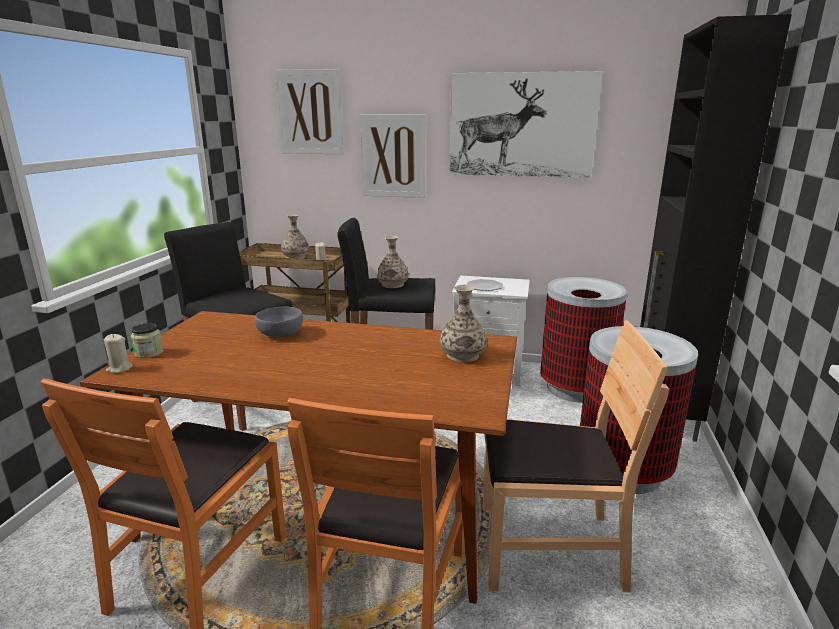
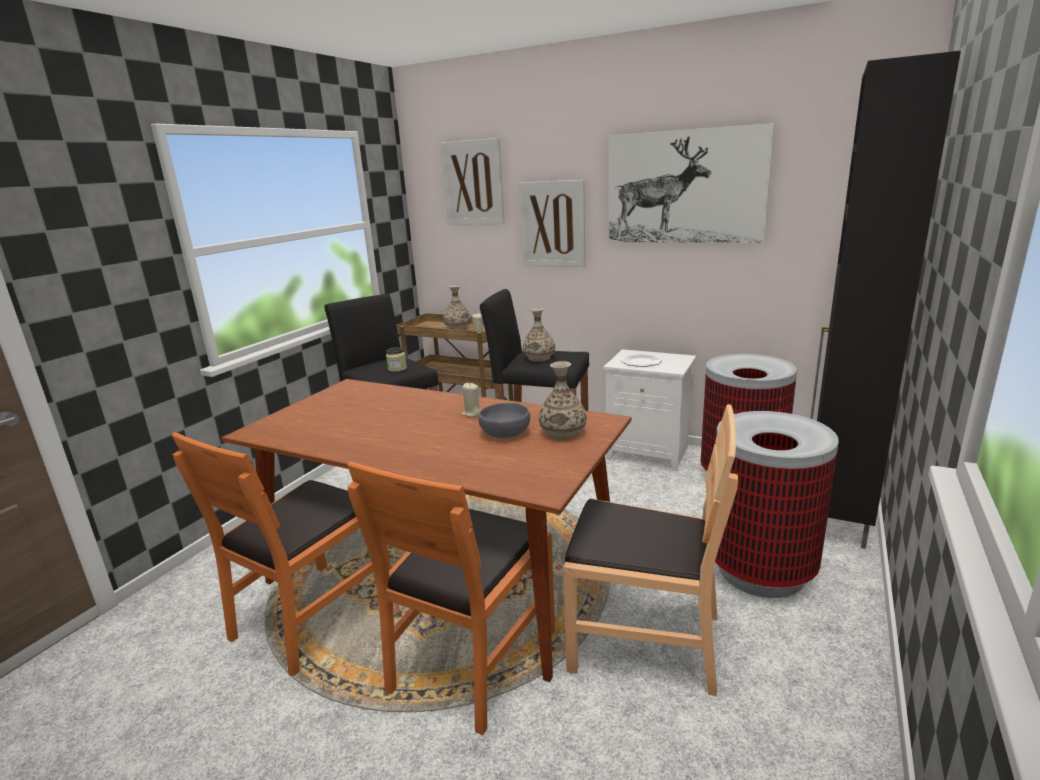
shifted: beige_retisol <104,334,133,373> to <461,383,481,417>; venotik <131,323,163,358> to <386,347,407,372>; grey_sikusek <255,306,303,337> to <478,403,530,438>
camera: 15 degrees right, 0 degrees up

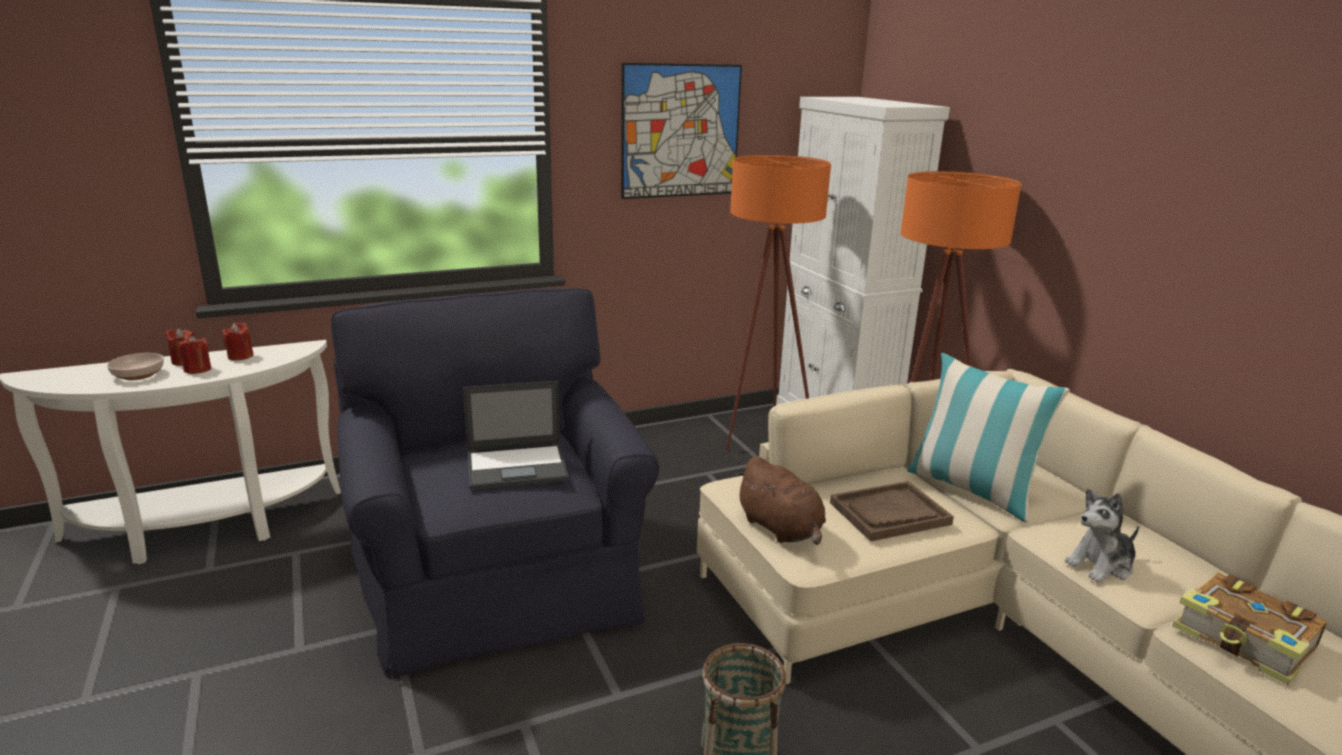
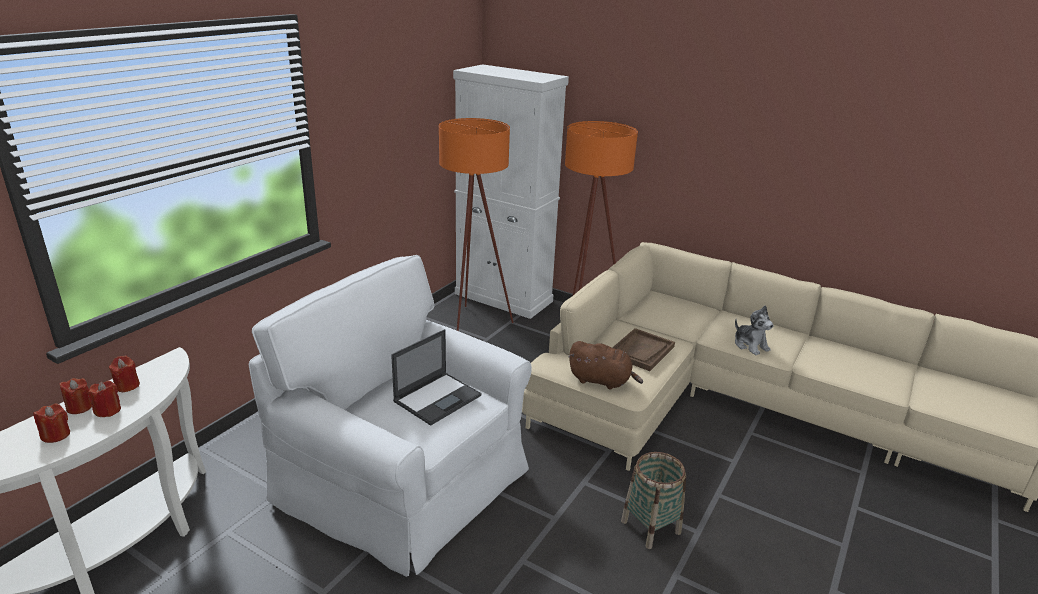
gone: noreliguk <621,63,742,199>; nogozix <907,353,1070,523>; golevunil <1172,572,1327,685>
swapped: sikusek <107,353,164,380> to red_retisol <33,403,70,443>
repainted: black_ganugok <331,288,659,677> to white_ganugok <249,255,532,577>
rotated: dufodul <1065,489,1139,582> = <735,305,774,355> 60 degrees counterclockwise
camera: 35 degrees left, 5 degrees up

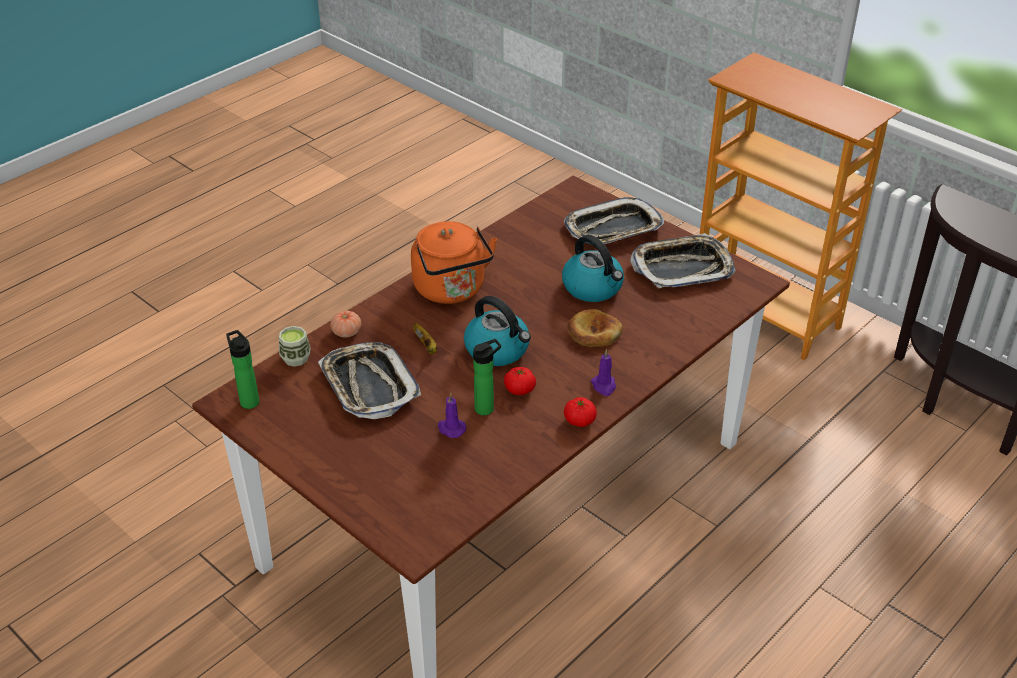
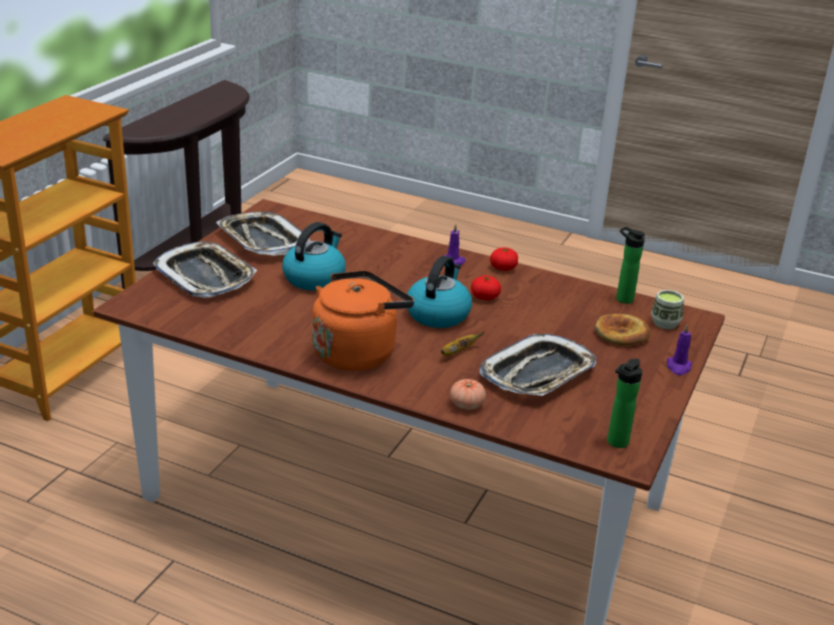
shifted: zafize <279,326,311,367> to <651,290,684,330>; purple_retisol <438,392,466,438> to <667,324,692,375>; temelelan <473,339,501,415> to <616,227,645,304>; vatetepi <568,309,623,347> to <595,314,651,346>
camera: 110 degrees left, 10 degrees down

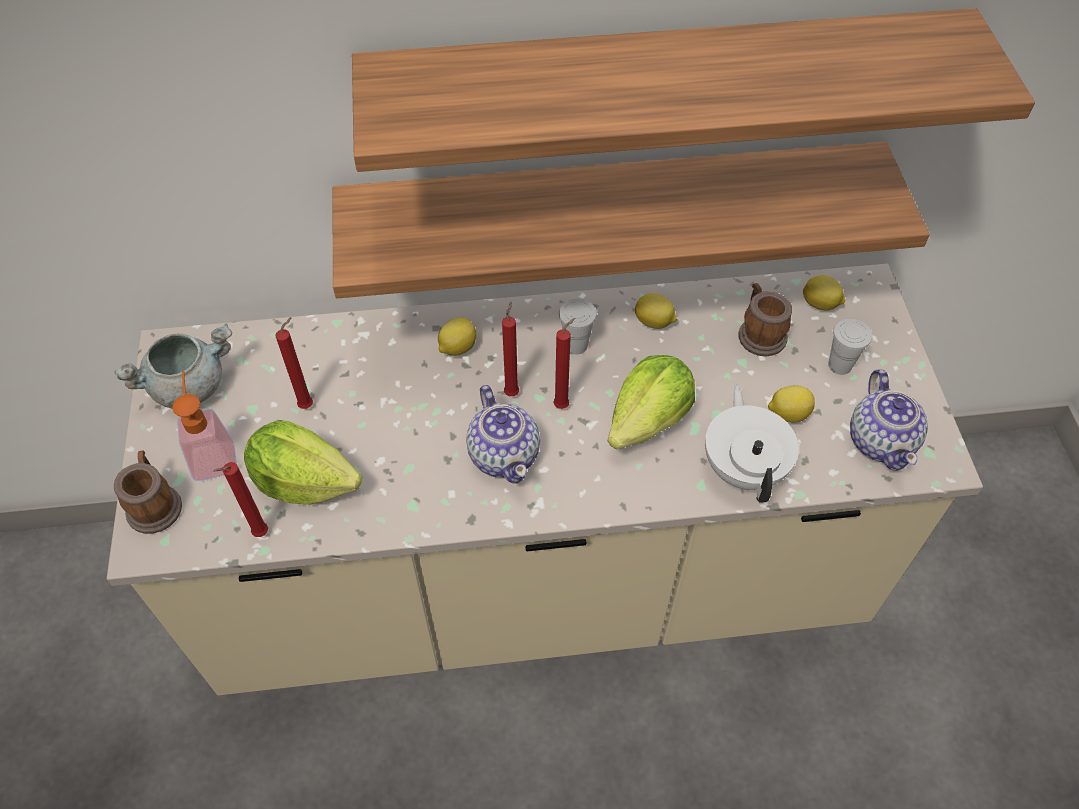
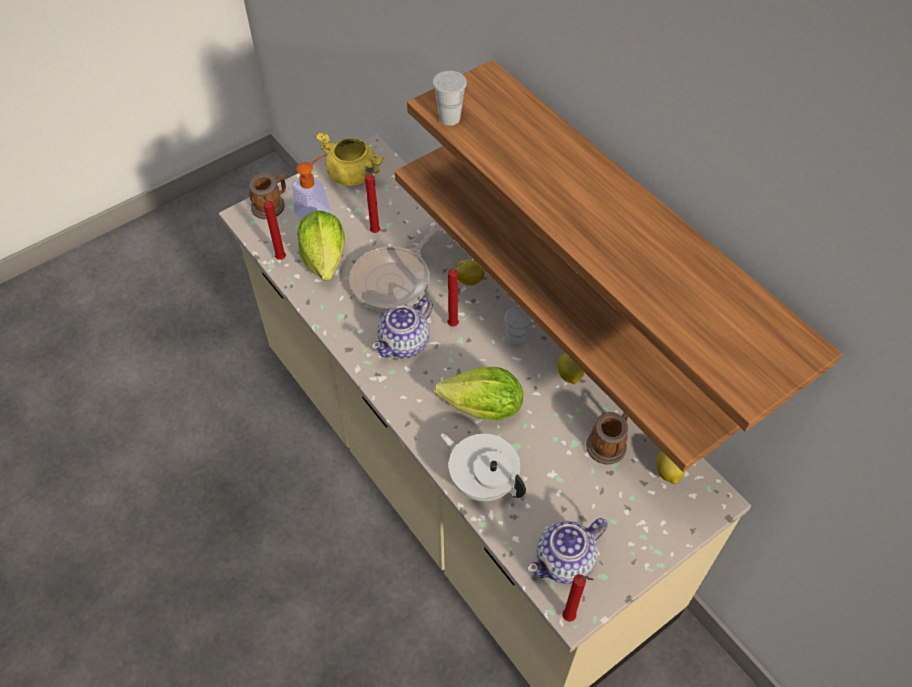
gone: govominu <768,386,815,423>
new: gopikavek <349,225,440,312>
shifted: red_retisol <553,318,575,409> to <562,574,594,622>; white_zafize <828,319,872,375> to <433,71,467,126>
repainted: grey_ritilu <114,324,232,409> to yellow_ritilu <316,133,384,186>
rotated: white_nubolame <705,385,799,503> = <441,433,526,501> 105 degrees counterclockwise
camera: 60 degrees right, 0 degrees up

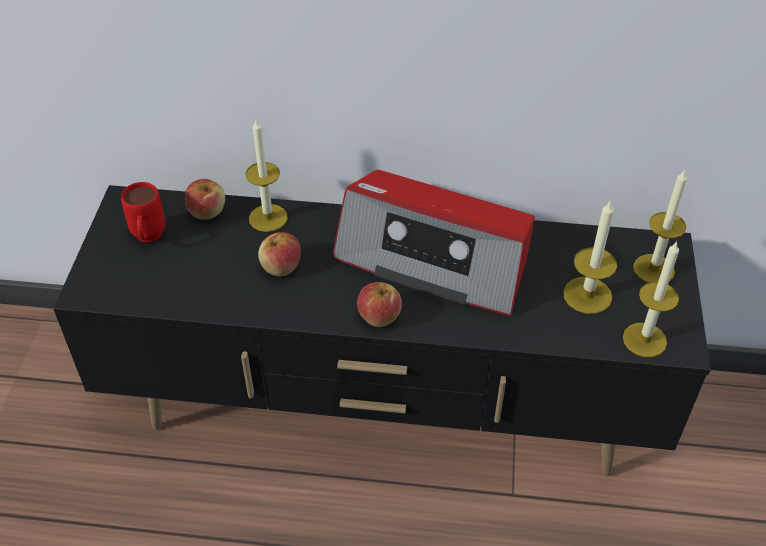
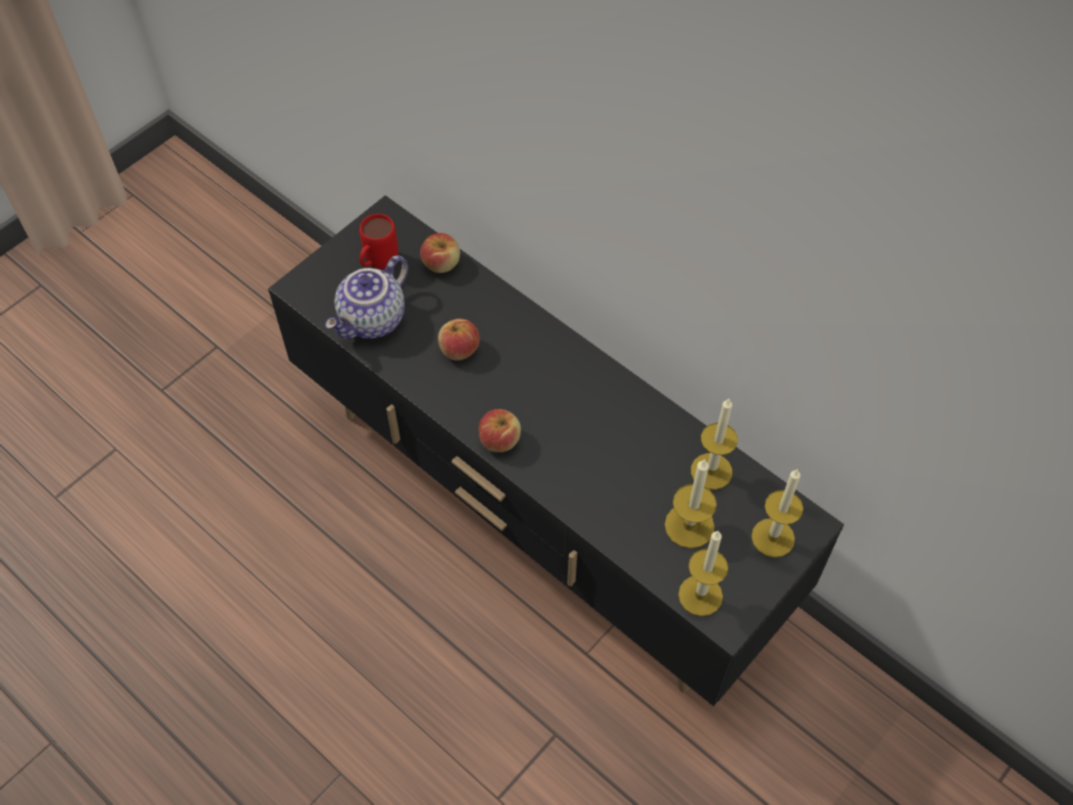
gone: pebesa <332,170,535,316>
new: nubolame <325,255,408,339>
shifted: retisol <246,119,288,232> to <691,399,738,490>
camera: 35 degrees right, 10 degrees up

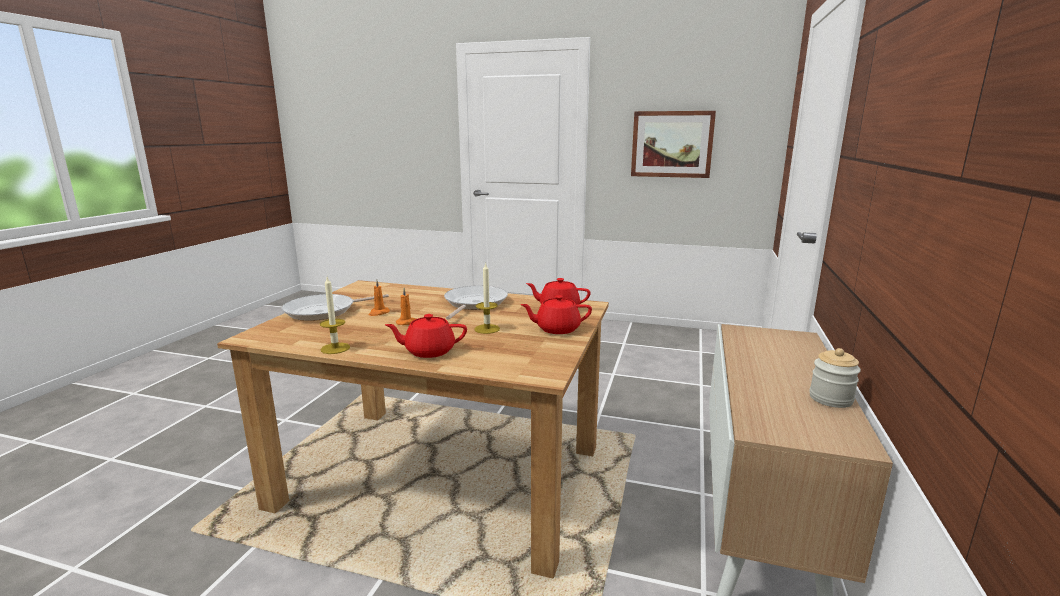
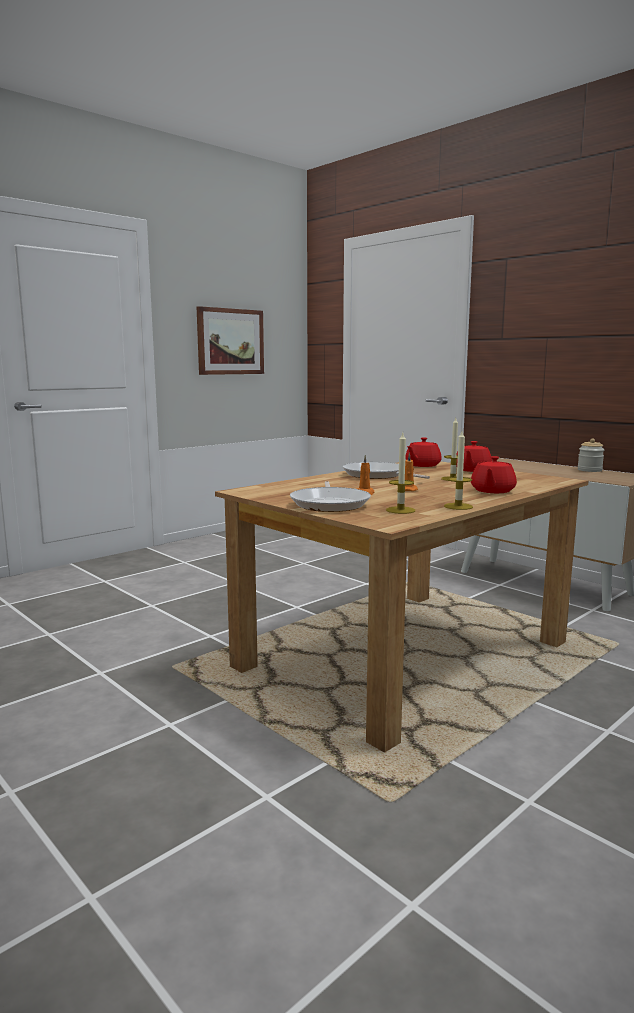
new: retisol <386,433,415,514>
camera: 60 degrees left, 5 degrees down

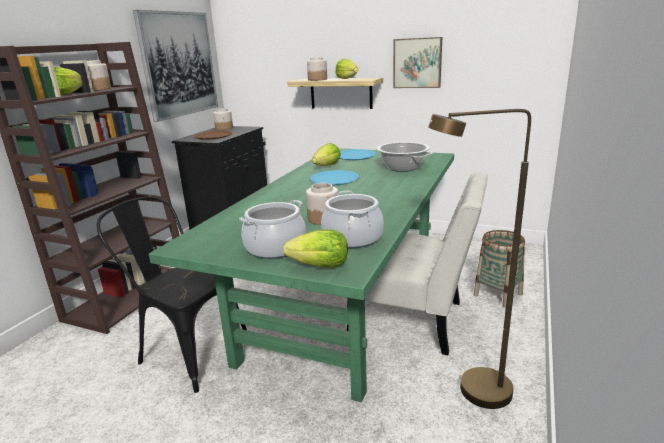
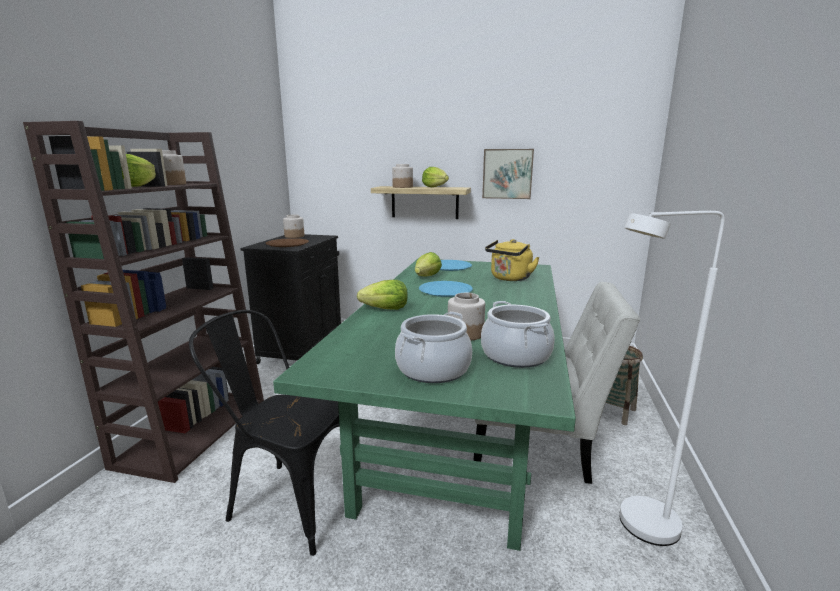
gone: noreliguk <133,10,218,122>
shifted: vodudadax <283,230,348,268> to <357,280,408,310>
swapped: ritilu <375,142,433,172> to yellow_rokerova <485,239,540,281>
repainted: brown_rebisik <428,109,531,409> to white_rebisik <619,211,725,546>
camera: 10 degrees left, 5 degrees down

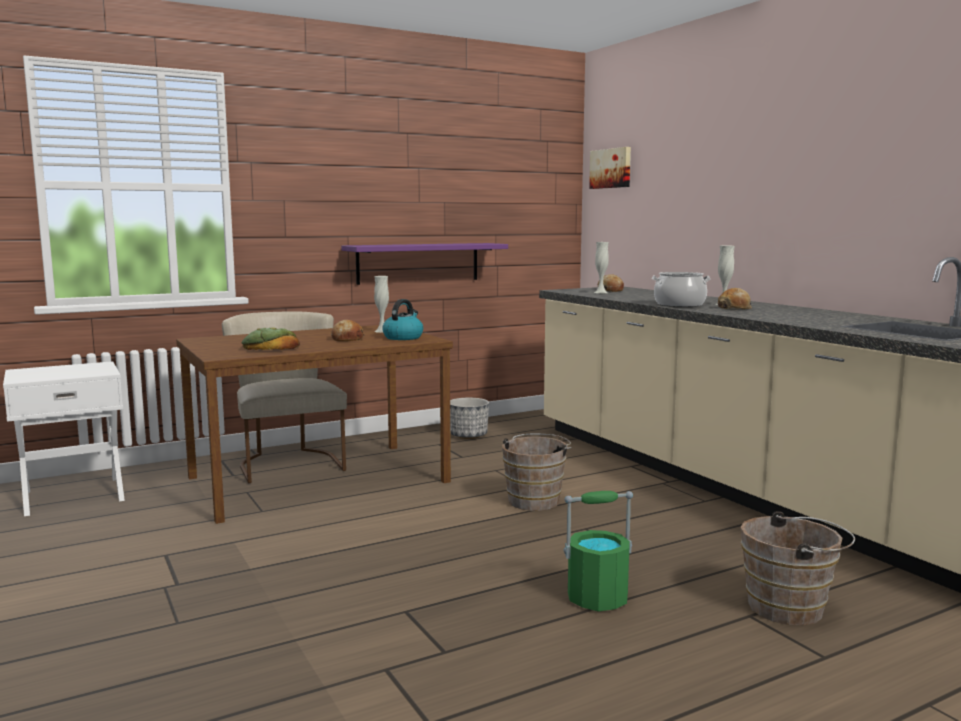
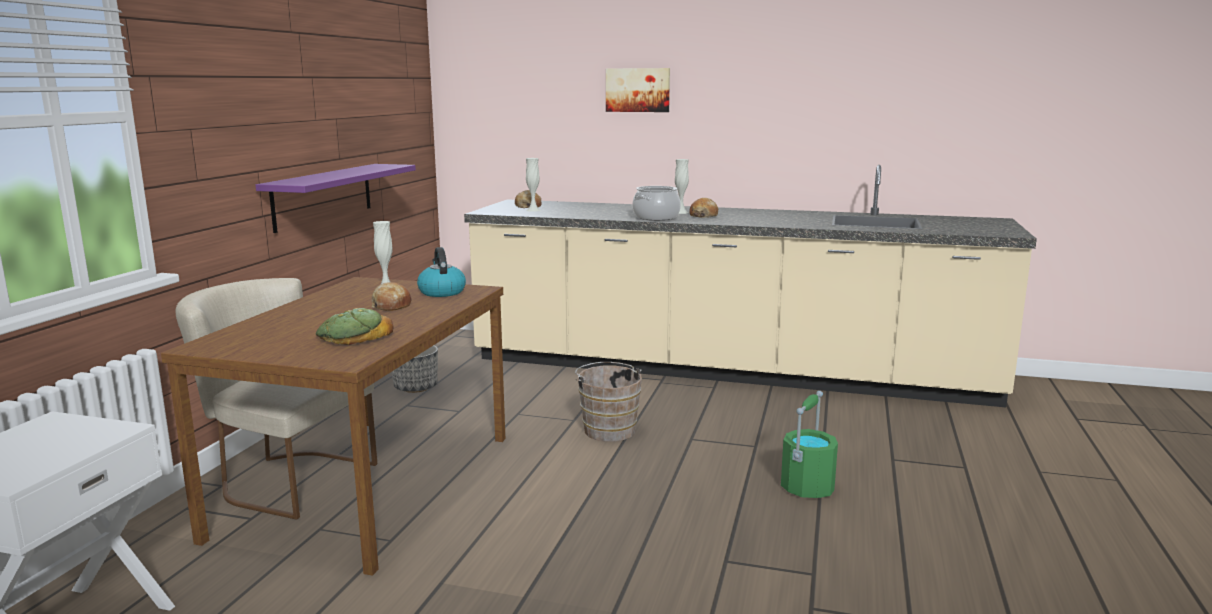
gone: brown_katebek <741,511,855,625>
shifted: noreliguk <589,147,631,189> to <606,68,670,112>
camera: 45 degrees left, 5 degrees up

